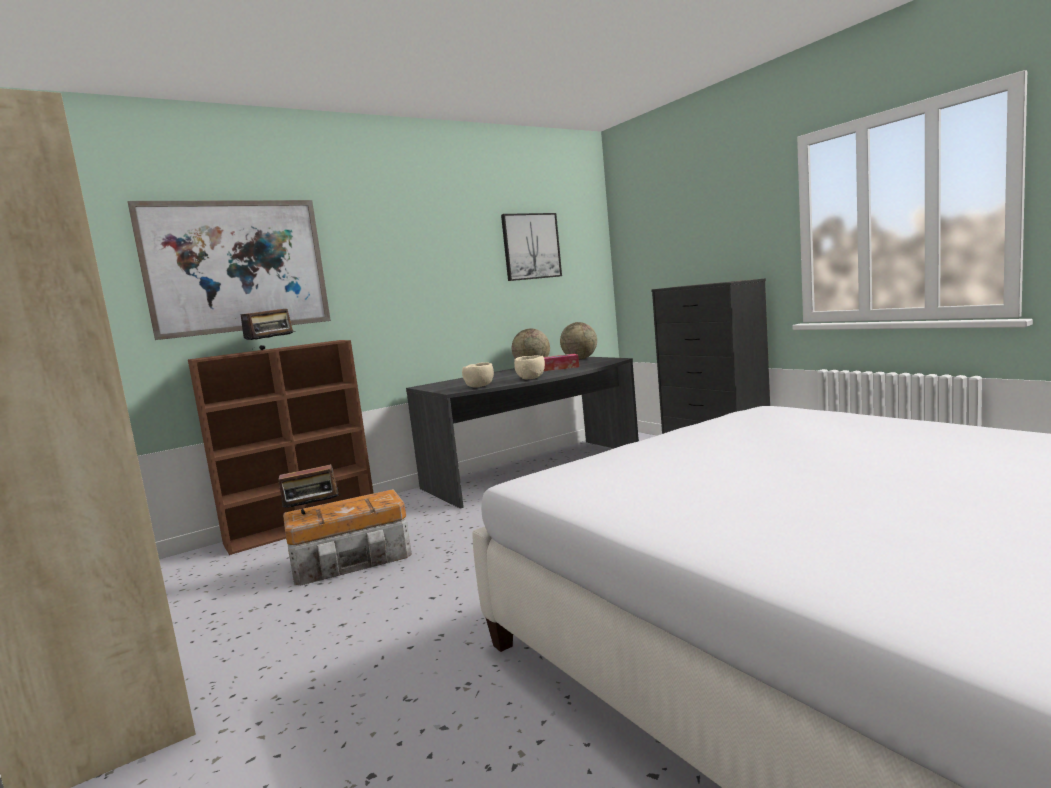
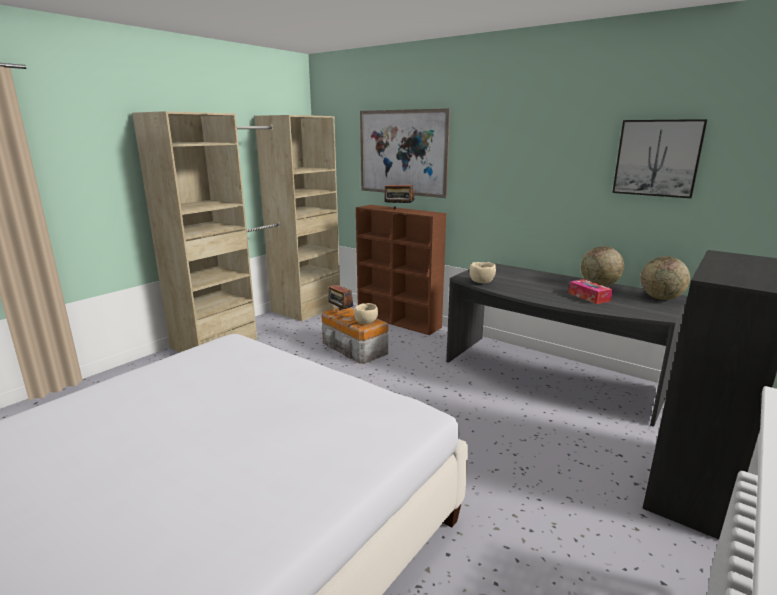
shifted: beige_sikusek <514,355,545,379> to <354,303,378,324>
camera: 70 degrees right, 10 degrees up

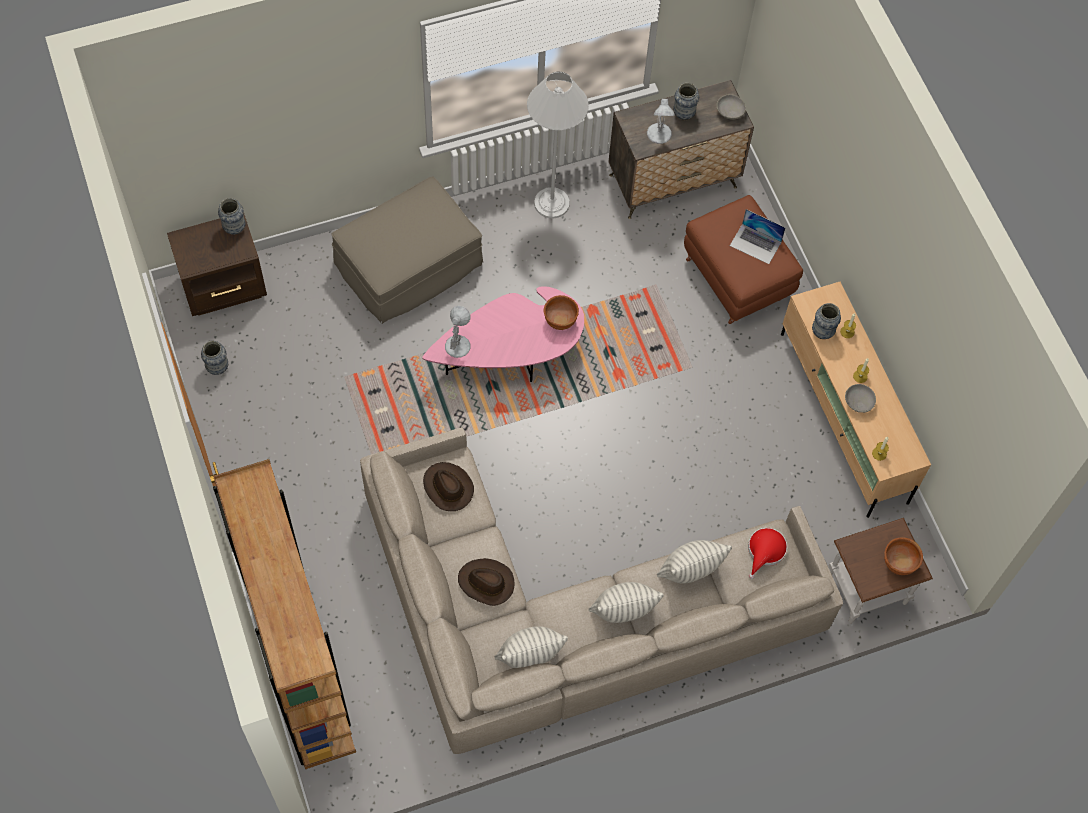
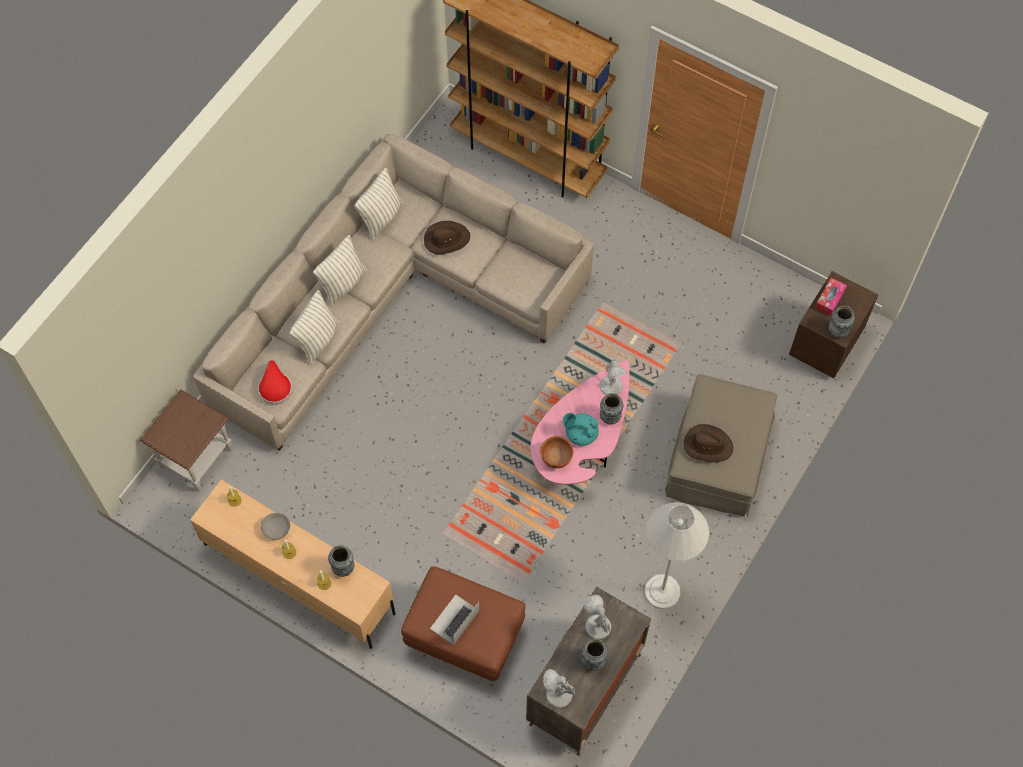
gone: brown_sikusek <884,537,923,575>
new: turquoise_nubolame <562,413,599,446>; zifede <815,278,847,316>
shifted: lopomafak <201,341,228,375> to <600,393,623,424>; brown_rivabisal <423,462,474,511> to <683,424,733,463>
swapped: grey_sikusek <717,94,746,120> to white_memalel <543,669,575,708>
rotated: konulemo <730,209,786,264> = <430,595,480,645> 45 degrees counterclockwise
camera: 145 degrees right, 0 degrees up

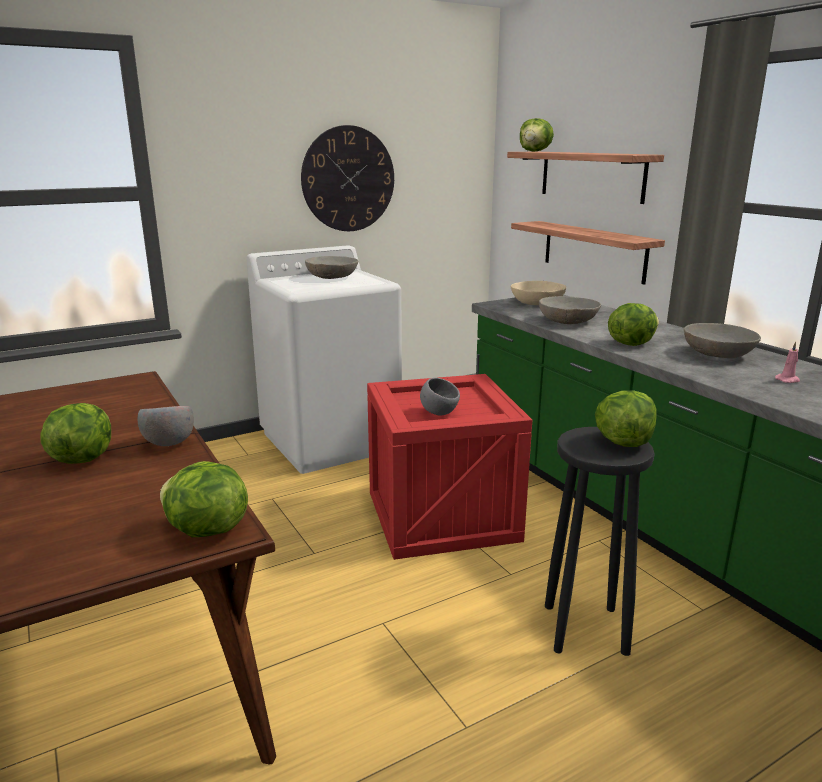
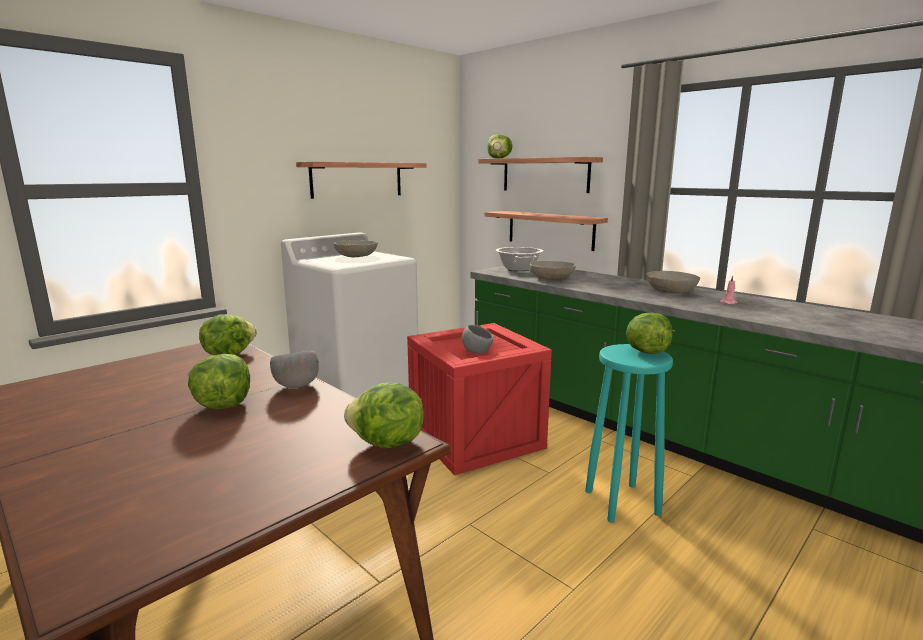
shifted: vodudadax <608,303,659,346> to <199,315,257,355>
swapped: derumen <301,125,394,231> to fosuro <296,162,426,199>; beige_sikusek <511,281,566,305> to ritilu <496,247,543,271>
repainted: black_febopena <545,427,655,656> to turquoise_febopena <585,344,673,523>
camera: 15 degrees left, 5 degrees down

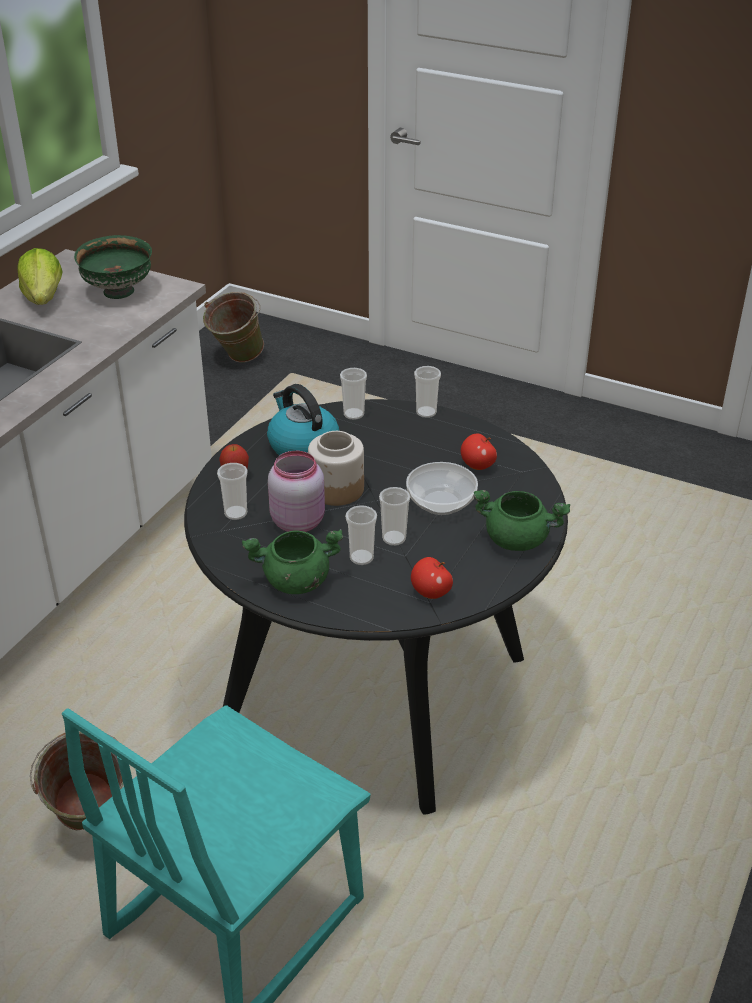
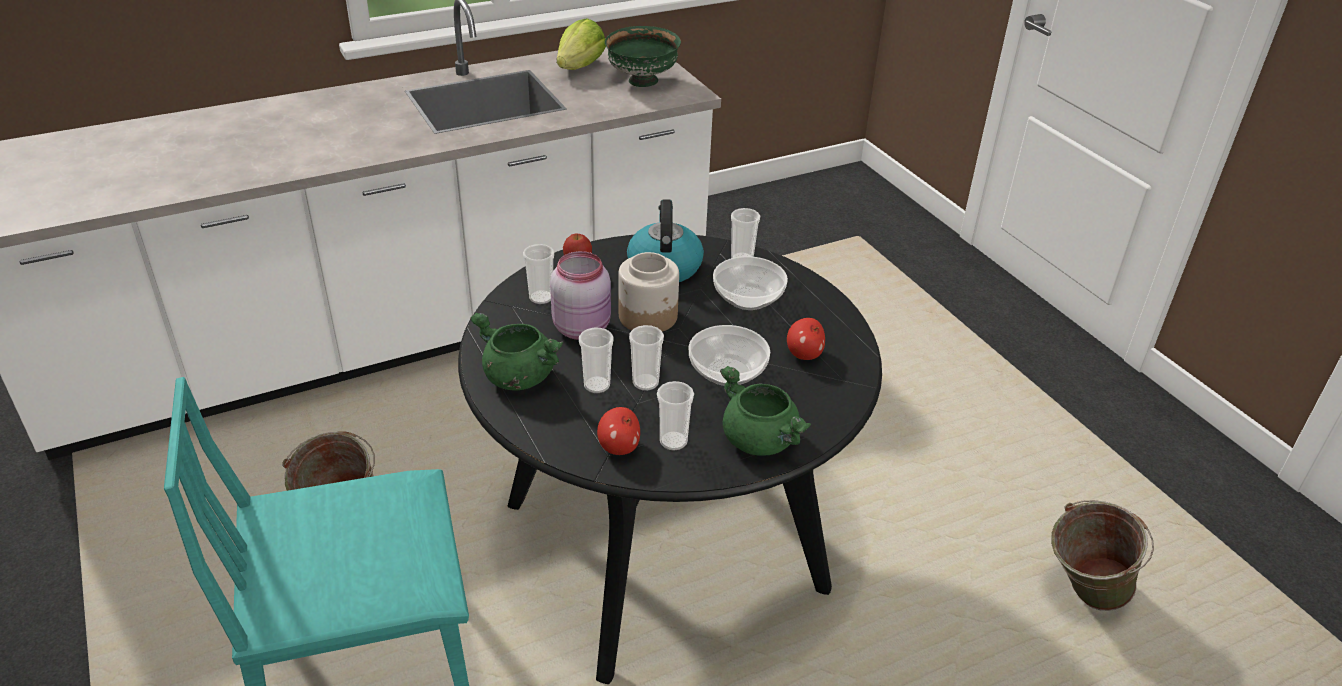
new: sikusek <713,256,788,310>
shifted: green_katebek <203,292,264,363> to <1051,500,1154,611>; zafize <414,366,441,418> to <657,381,694,450>
camera: 35 degrees right, 0 degrees up

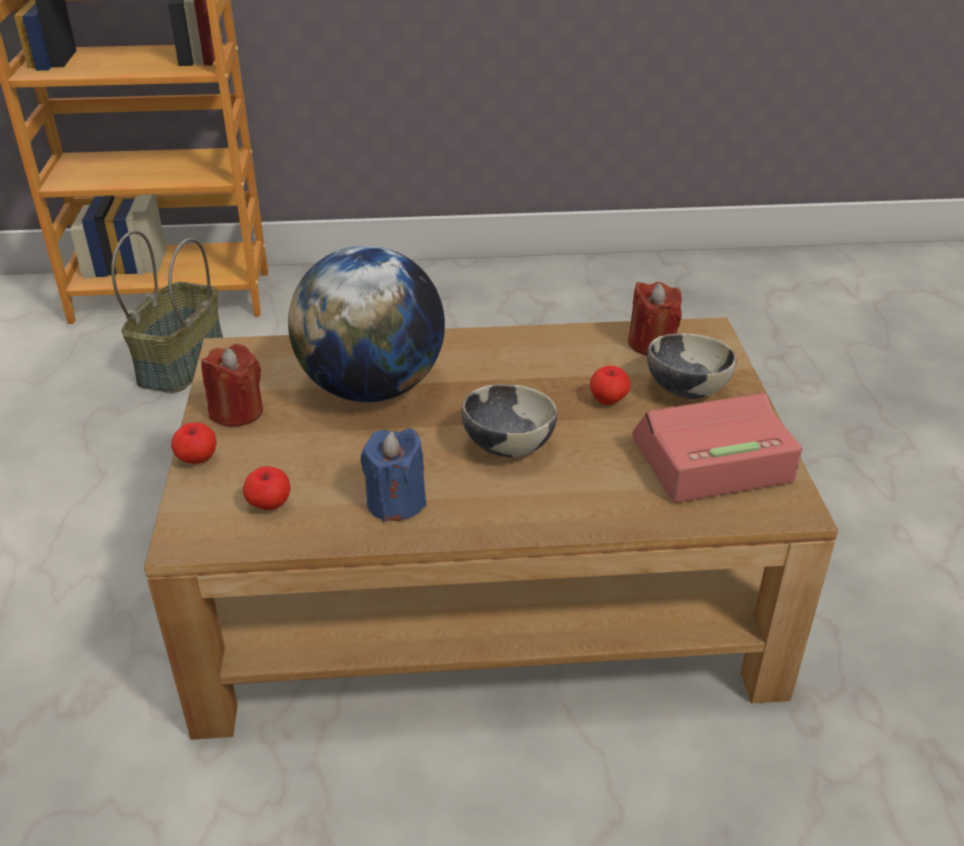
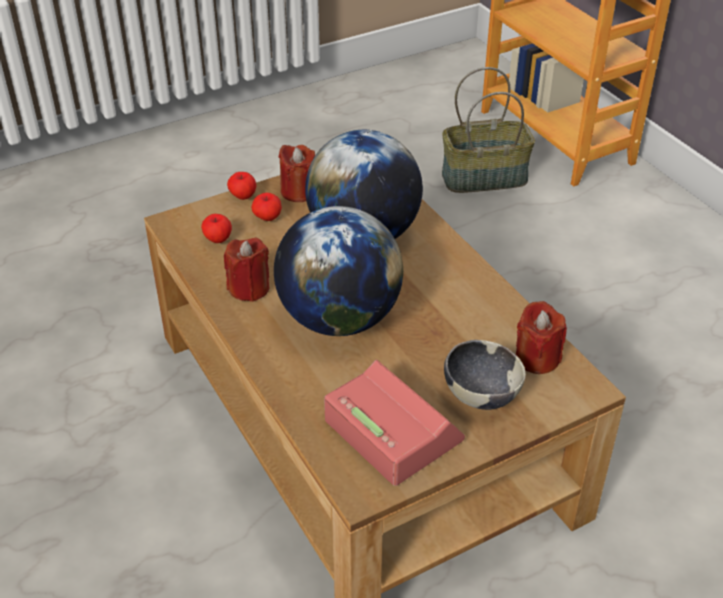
shifted: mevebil <590,366,631,405> to <251,193,282,221>
swapped: sikusek <461,384,557,458> to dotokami <274,206,403,336>
repainted: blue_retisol <361,428,427,522> to red_retisol <224,238,269,302>
camera: 65 degrees right, 5 degrees up

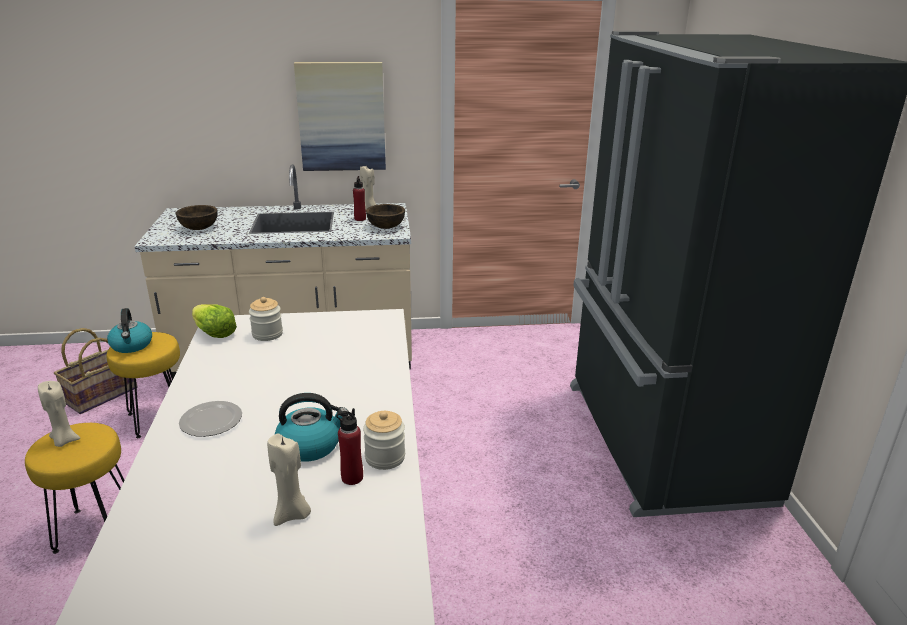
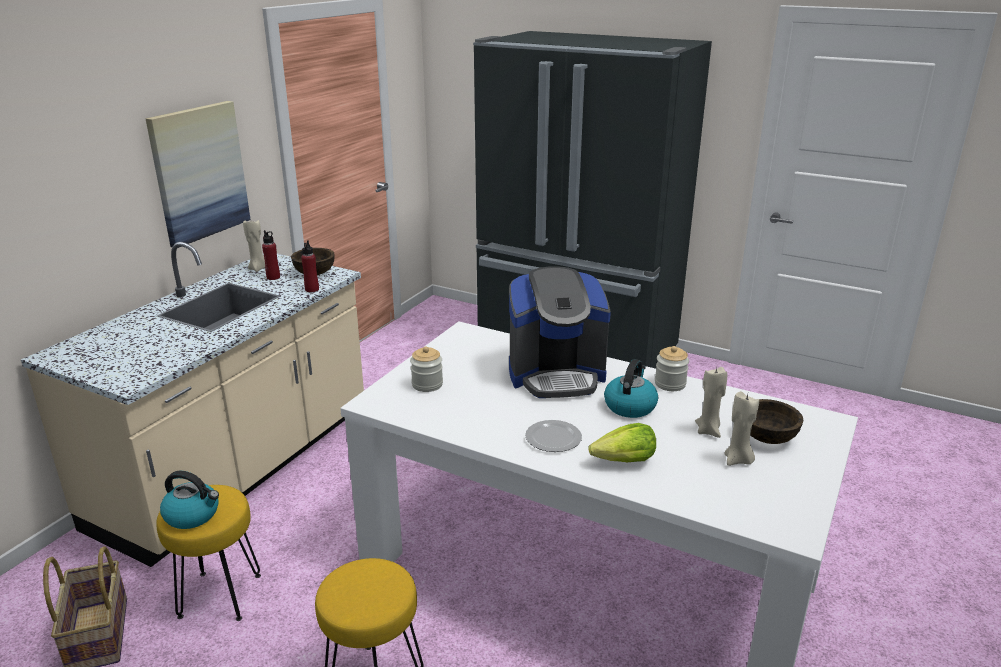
new: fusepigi <509,266,611,398>
shifted: beige_retisol <38,381,80,447> to <725,391,759,466>; brown_sikusek <176,205,217,230> to <750,399,803,444>; vodudadax <192,304,237,338> to <589,423,656,462>; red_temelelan <336,408,363,485> to <301,240,319,292>
camera: 55 degrees left, 0 degrees up

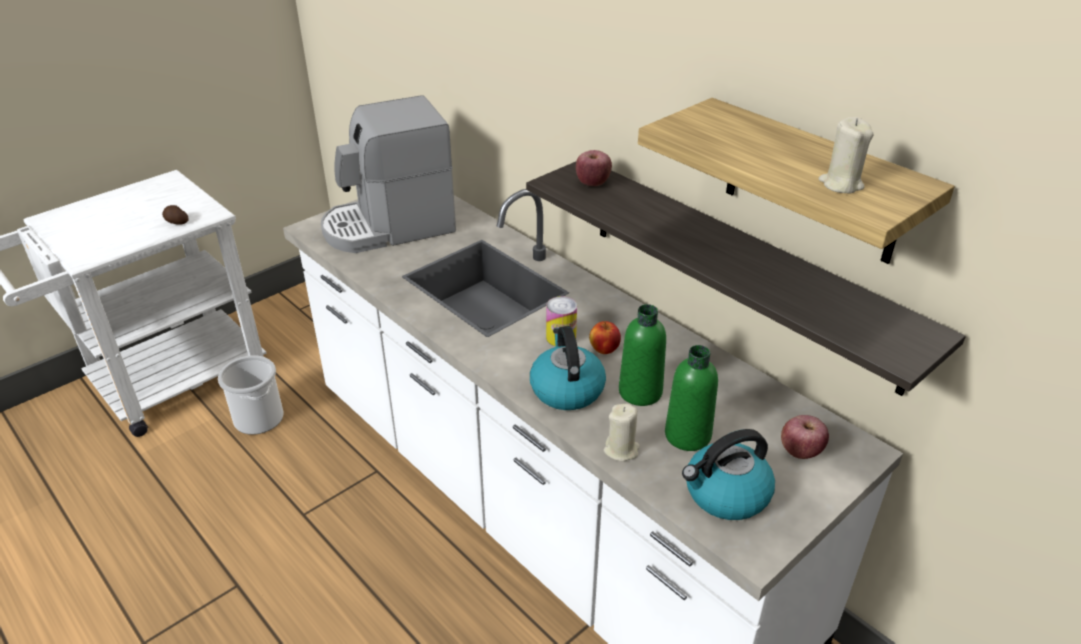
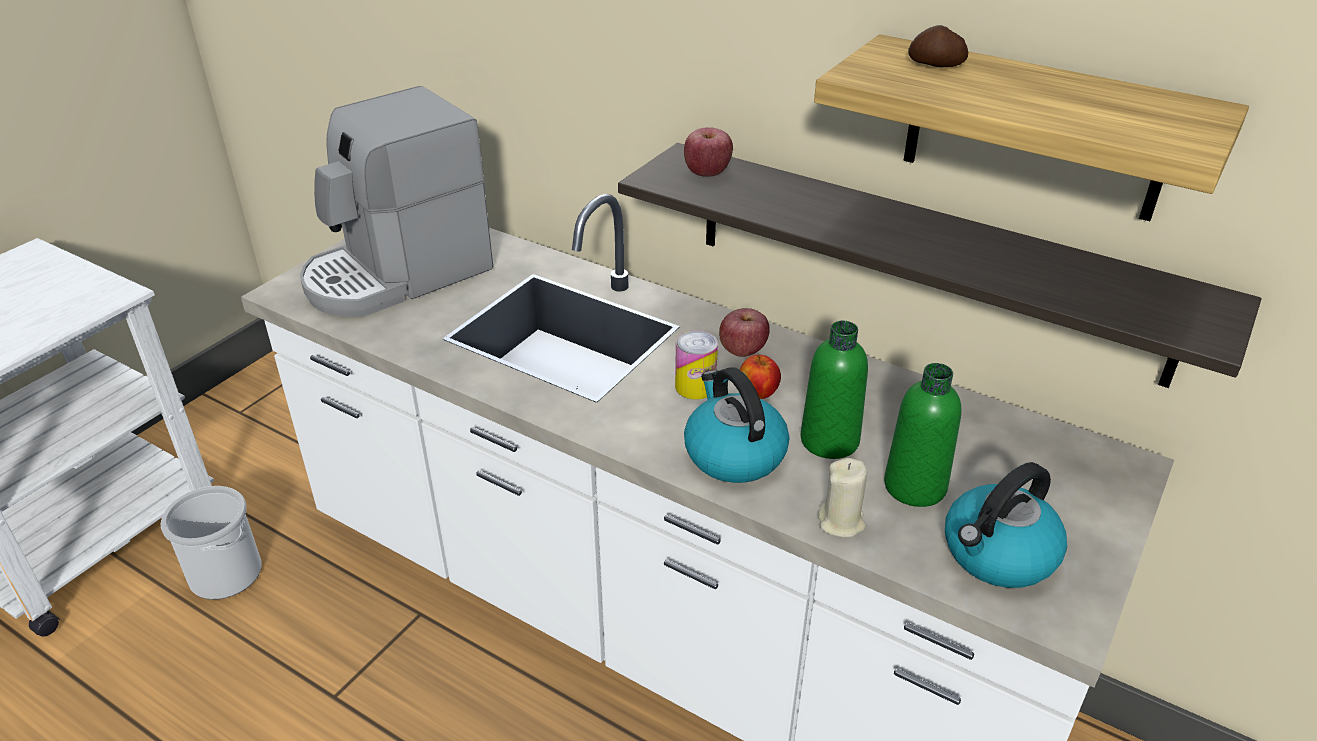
gone: beige_retisol <819,117,873,193>
shifted: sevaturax <162,205,189,225> to <908,25,968,67>; mevebil <781,415,829,459> to <719,308,770,357>
camera: 15 degrees left, 0 degrees up

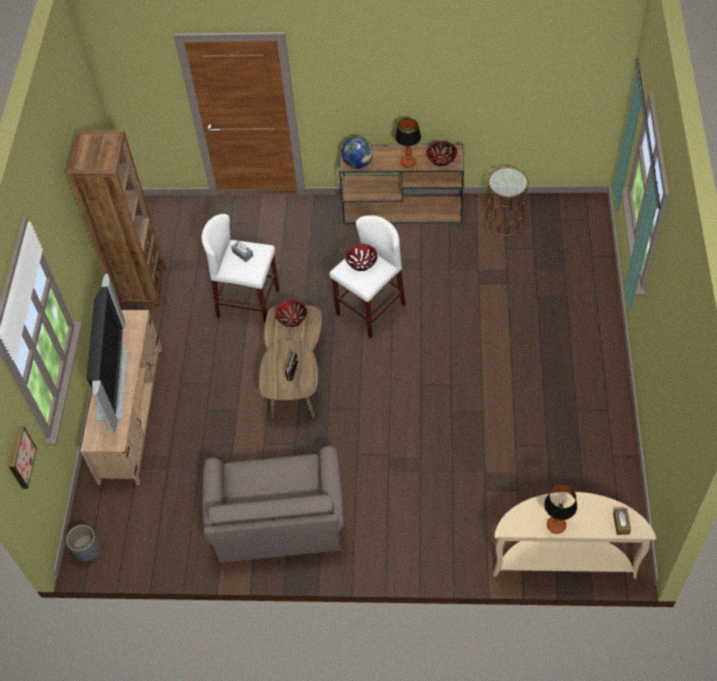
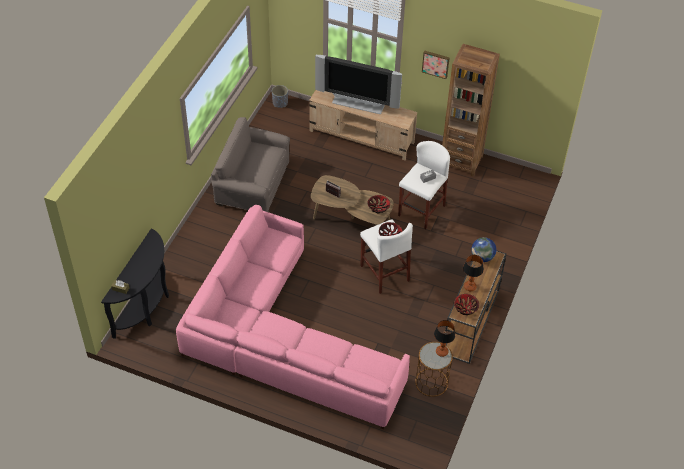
new: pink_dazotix <176,205,410,429>
shifted: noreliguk <9,426,37,489> to <422,51,450,79>; memalel <544,484,577,534> to <434,320,455,357>
repainted: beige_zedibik <493,492,656,579> to black_zedibik <101,229,169,339>
camera: 105 degrees right, 5 degrees down

